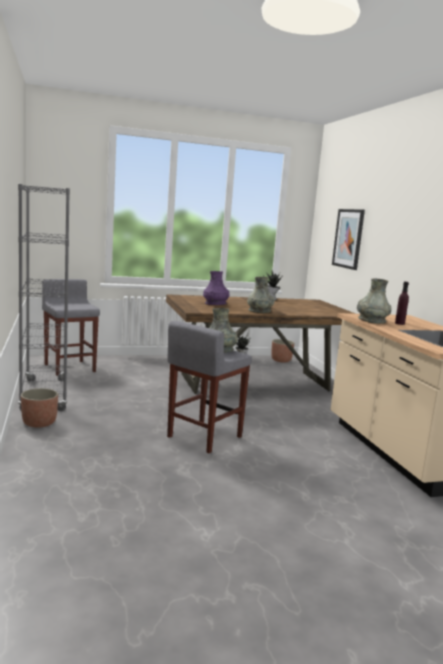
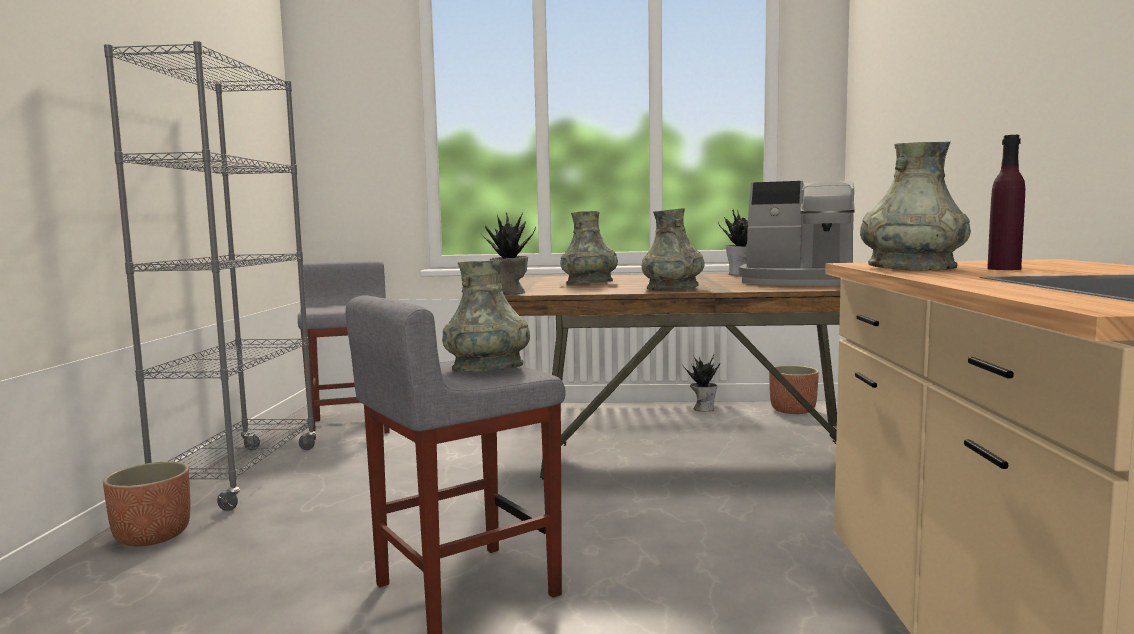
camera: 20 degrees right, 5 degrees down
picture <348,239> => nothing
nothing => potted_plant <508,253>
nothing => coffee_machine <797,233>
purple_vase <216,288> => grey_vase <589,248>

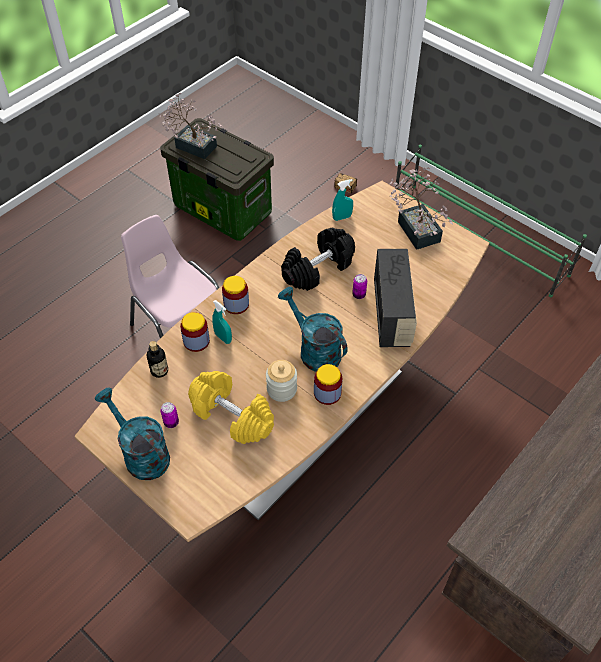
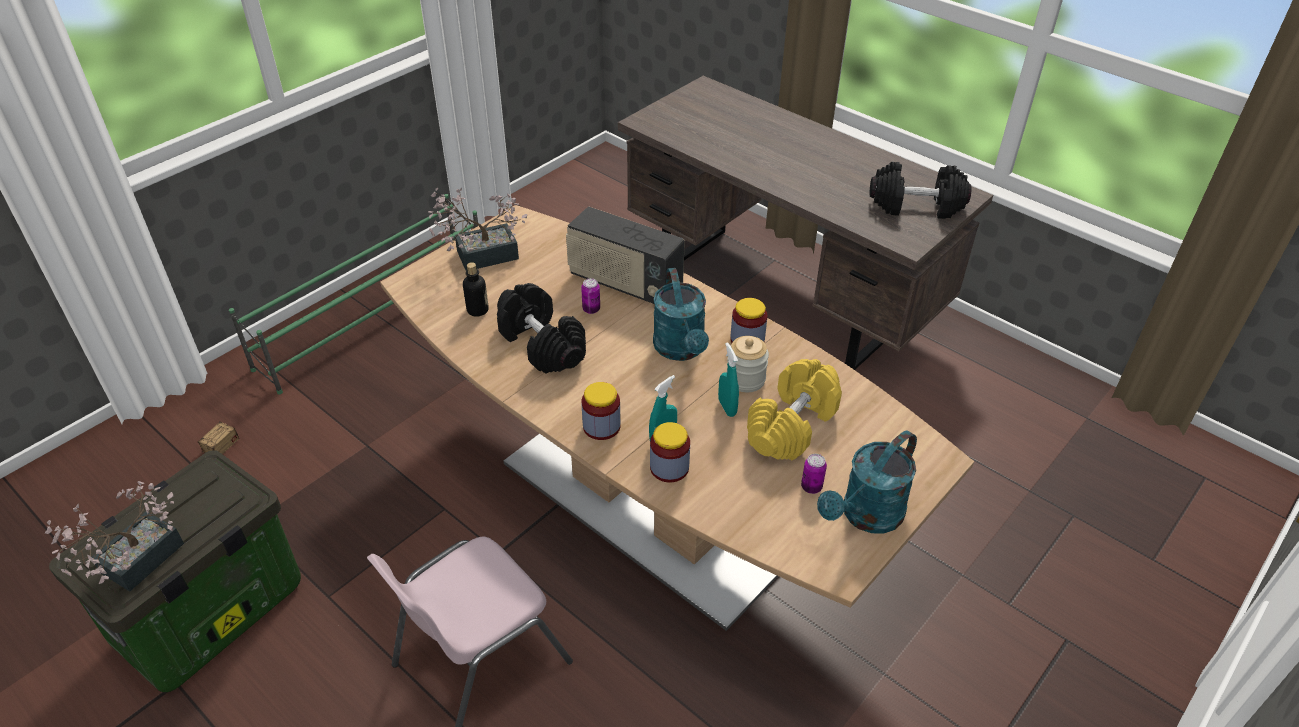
camera: 90 degrees left, 10 degrees down
nothing => black_dumbbell <920,190>
bottle <157,359> => bottle <476,289>, move
turquoise_spray_bottle <342,200> => turquoise_spray_bottle <728,380>, move
turquoise_watering_can <313,329> => turquoise_watering_can <681,314>, 60 degrees counterclockwise
radio <395,298> => radio <625,255>, 150 degrees counterclockwise

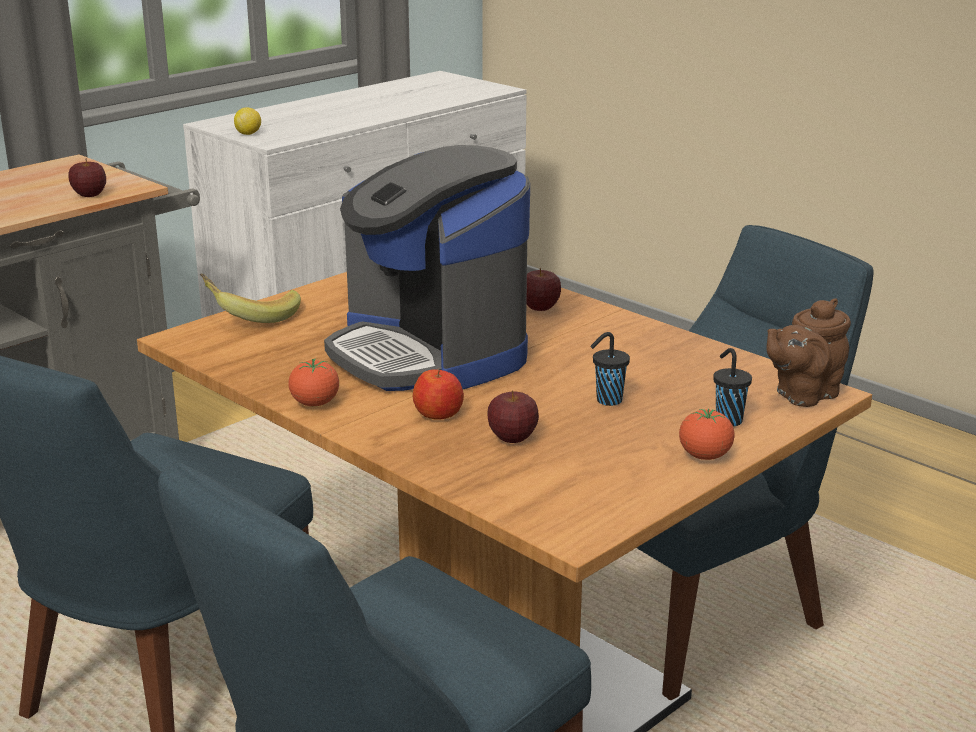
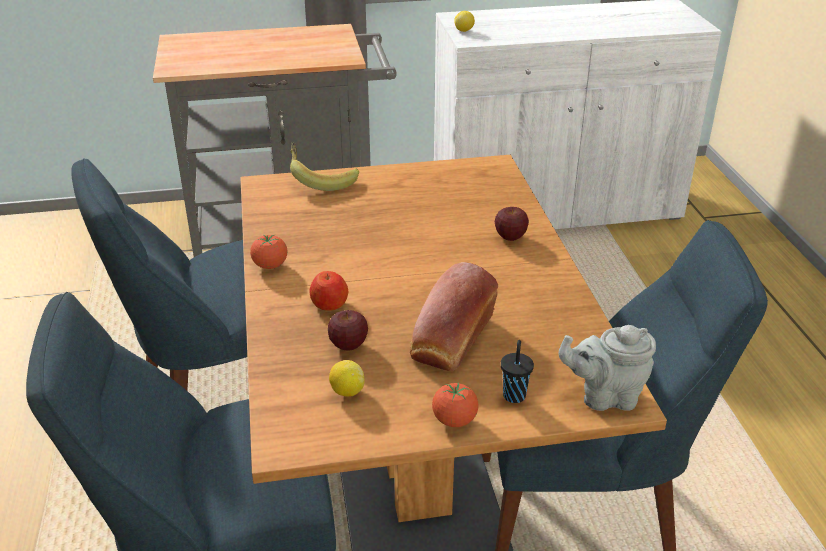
camera: 35 degrees right, 10 degrees up
apple <87,178> => nothing
coffee_machine <427,268> => nothing
nothing => lemon <346,378>
black_cup <610,369> => bread <454,316>
brown_teapot <808,352> => grey_teapot <607,368>

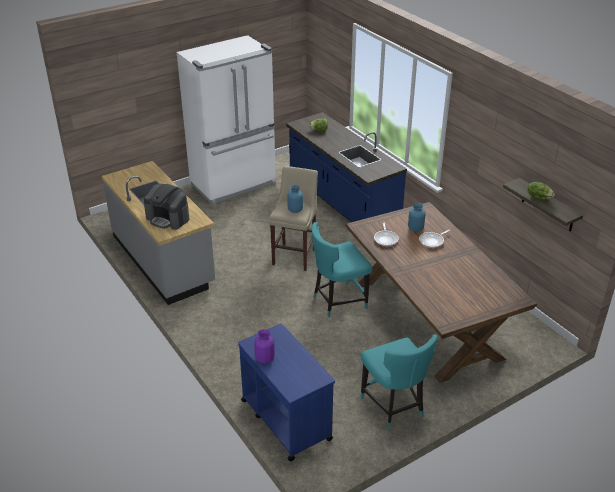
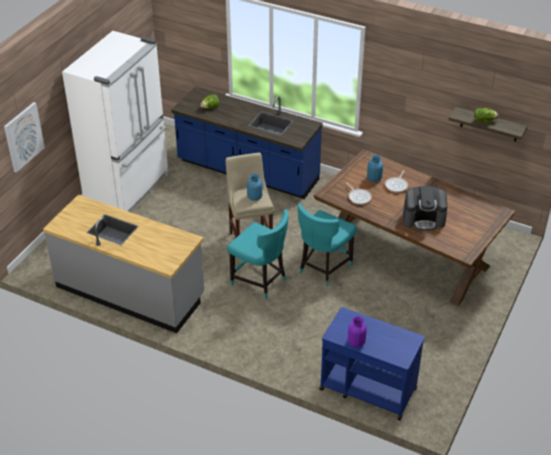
camera: 30 degrees left, 5 degrees up
nothing => picture <24,137>
coffee_machine <166,207> => coffee_machine <425,208>, move
turquoise_chair <399,381> => turquoise_chair <258,254>, move

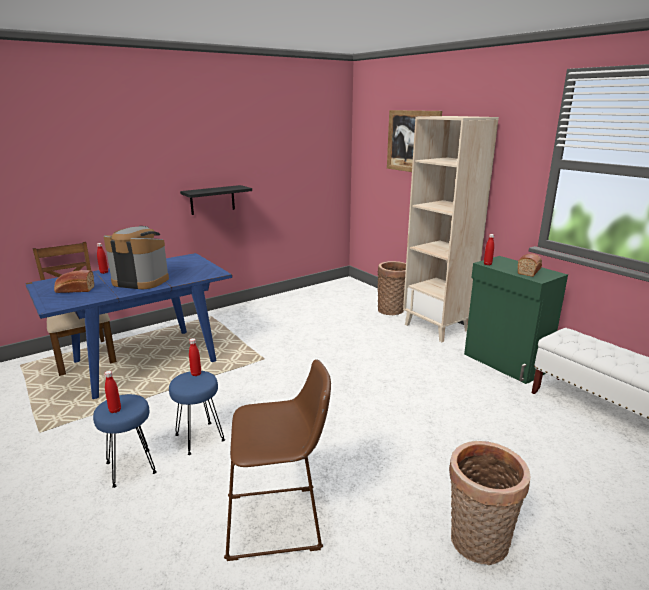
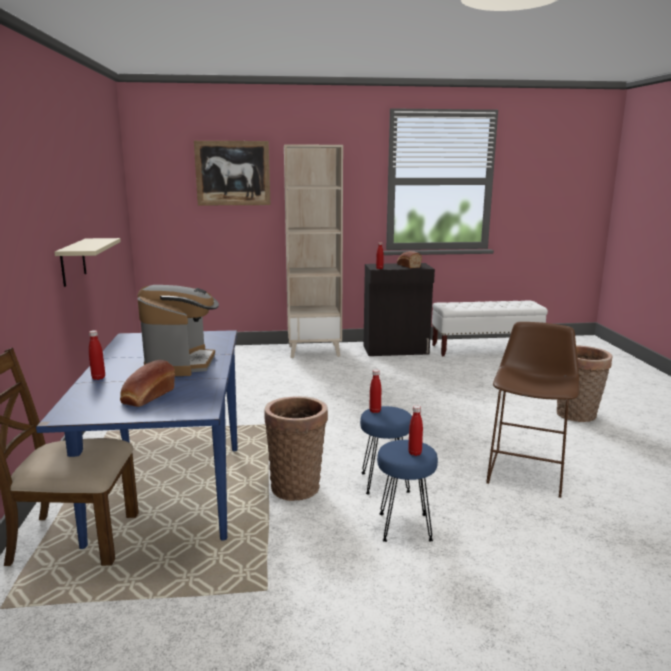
camera: 60 degrees left, 5 degrees down
basket <392,288> => basket <296,448>, move
black_shelf <216,200> => beige_shelf <87,262>
green_cabinet <516,320> => black_cabinet <399,309>
coffee_machine <136,257> => coffee_machine <178,330>, 135 degrees clockwise

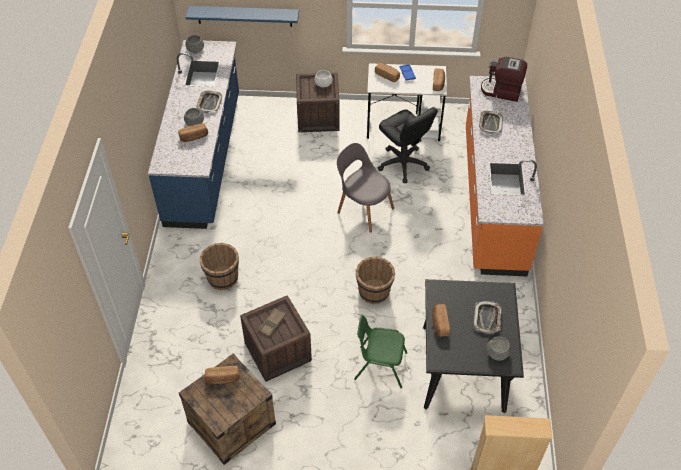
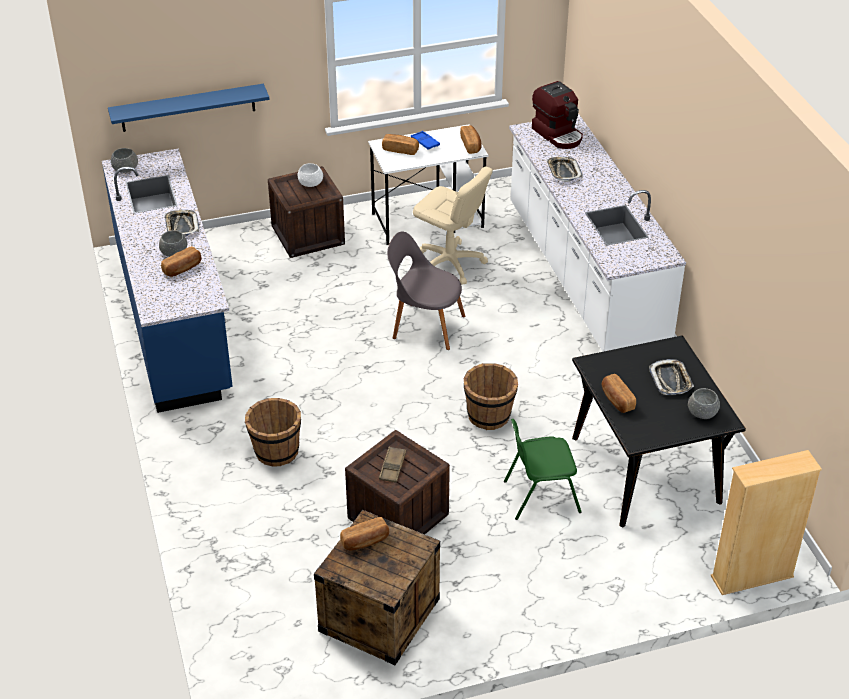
camera: 20 degrees left, 10 degrees down
black_office_chair <408,145> => beige_office_chair <453,226>
orange_counter <505,176> => white_counter <597,233>
coffee_machine <504,79> => coffee_machine <557,115>, 120 degrees counterclockwise

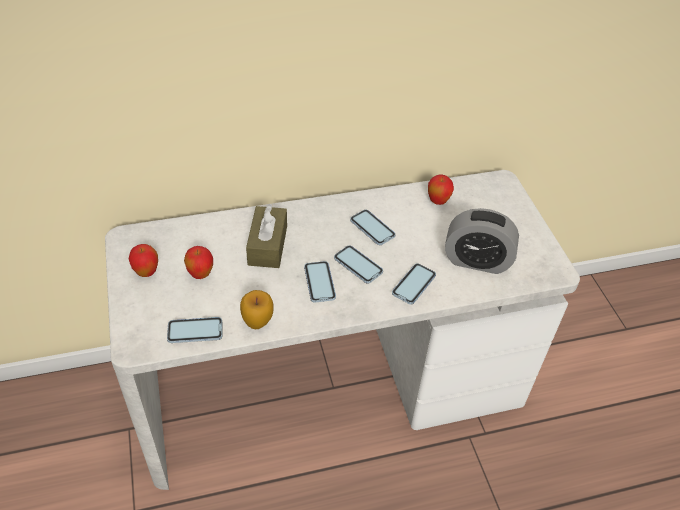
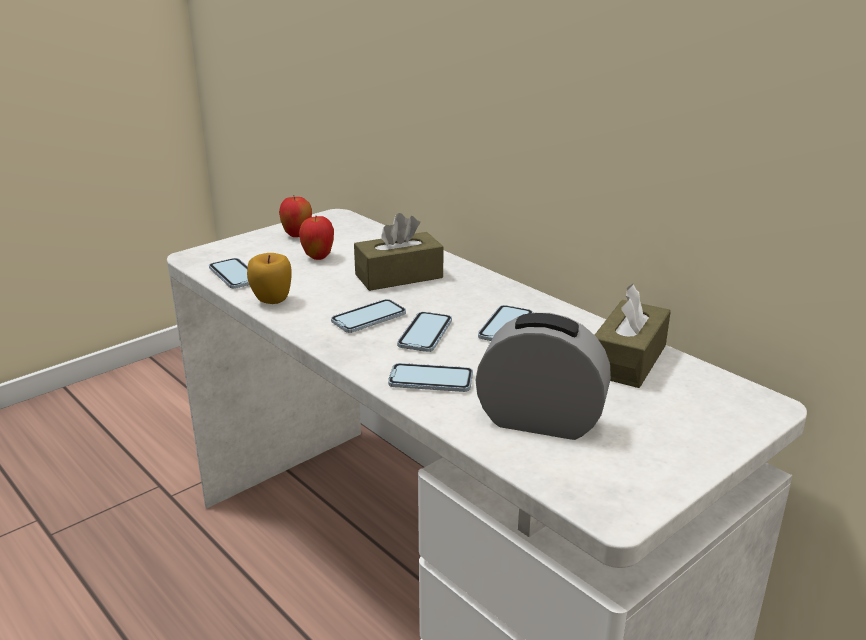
camera: 65 degrees right, 20 degrees down
apple <441,189> => brown_tissue_box <633,336>
alarm_clock <482,241> => alarm_clock <543,376>, 120 degrees clockwise

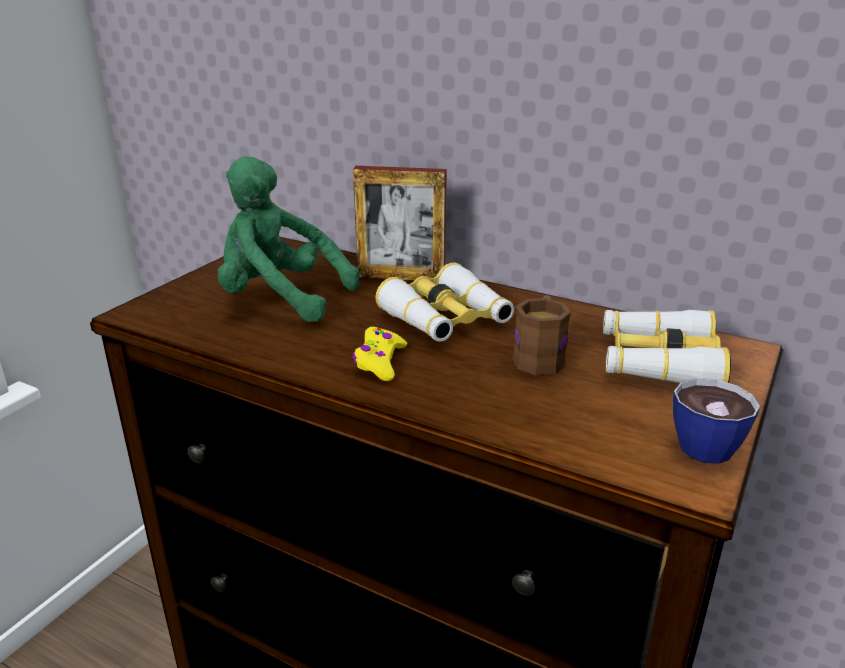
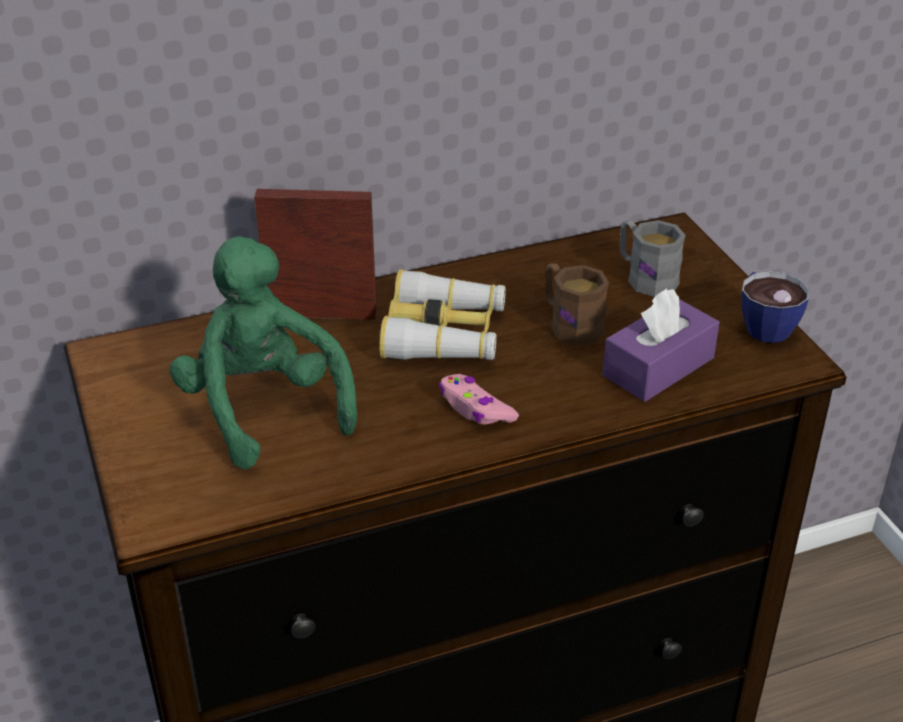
camera: 50 degrees left, 10 degrees up
nothing => purple_tissue_box <661,345>
binoculars <667,346> => grey_mug <653,258>
yellow_game_controller <380,354> => pink_game_controller <479,399>
green_plush_toy <289,239> => green_plush_toy <263,352>, 90 degrees clockwise
picture_frame <400,223> => picture_frame <315,254>, 135 degrees counterclockwise

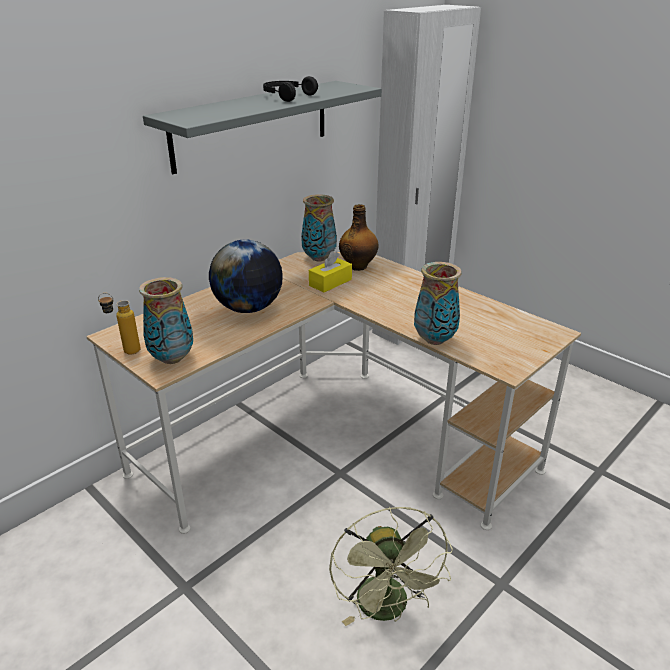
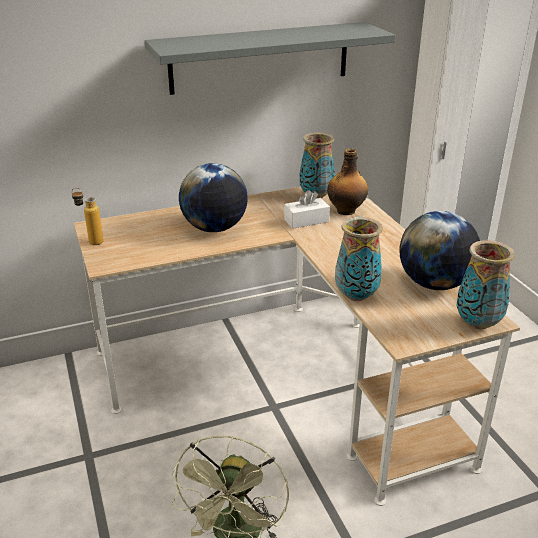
camera: 25 degrees right, 0 degrees up
black_headphones <290,89> => nothing
nothing => globe <440,250>
vase <166,320> => vase <485,285>, move
yellow_tissue_box <330,271> => white_tissue_box <307,209>

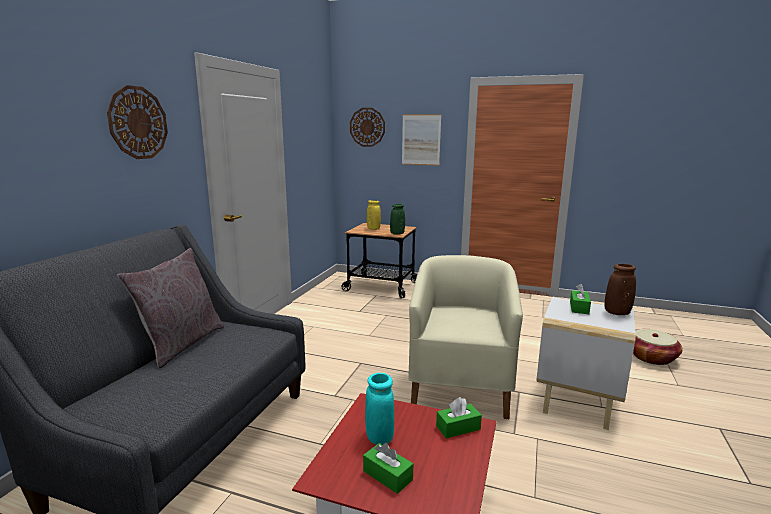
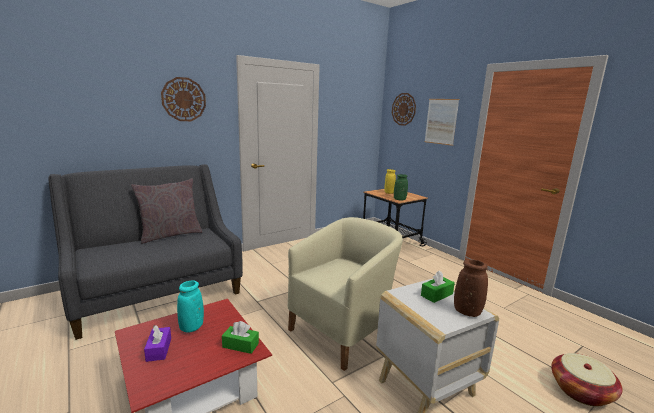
camera: 35 degrees right, 0 degrees up
green_tissue_box <388,468> => purple_tissue_box <157,343>

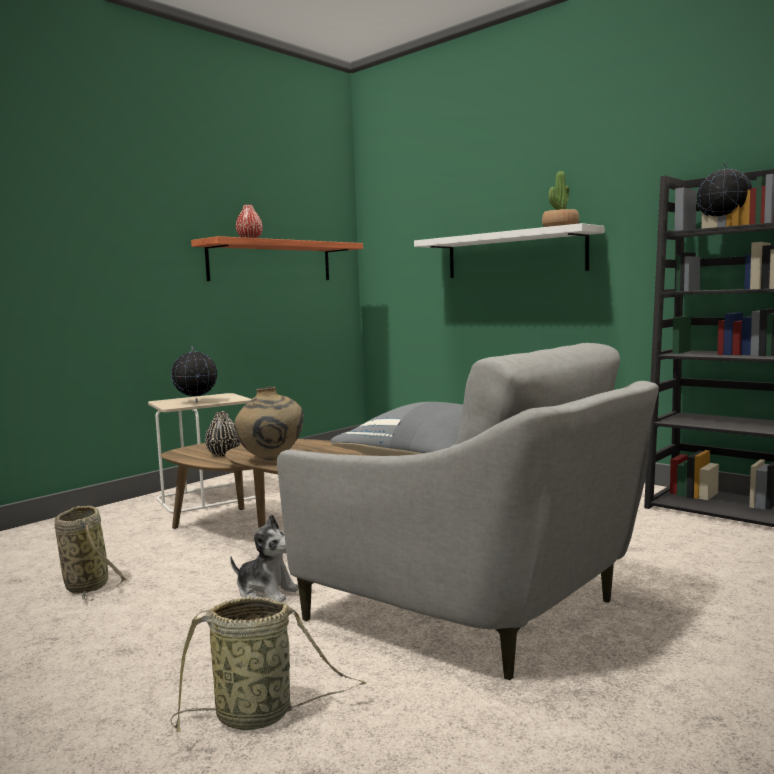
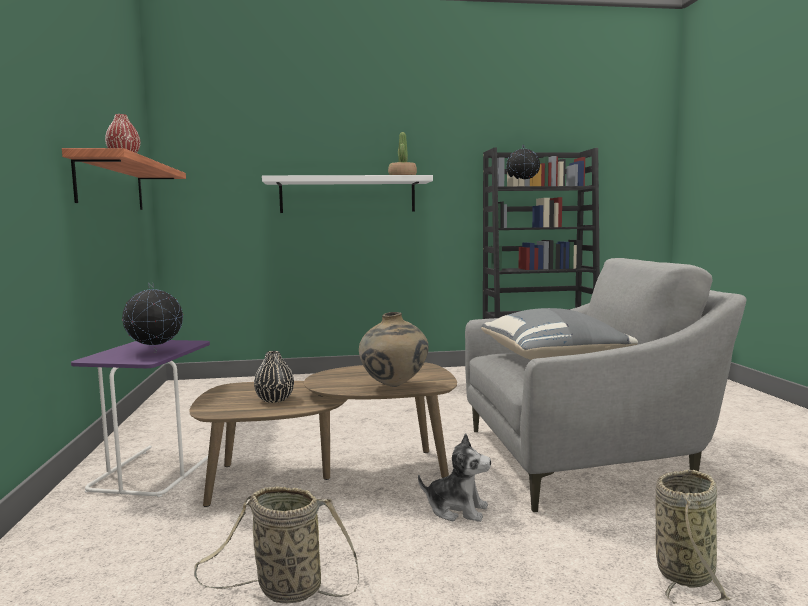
camera: 50 degrees left, 0 degrees up
beige_side_table <202,454> => purple_side_table <140,418>
plush_toy <264,558> => plush_toy <454,478>, 45 degrees clockwise

